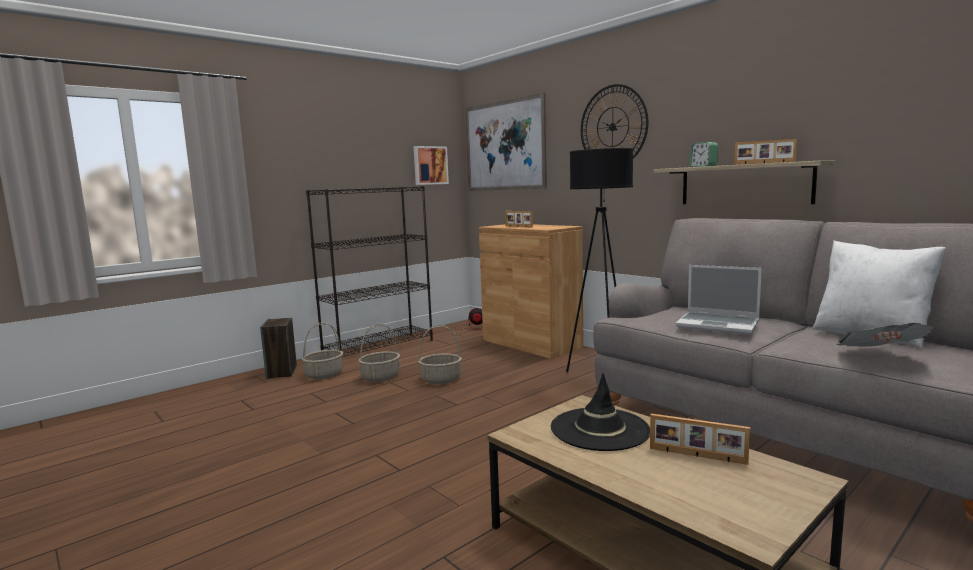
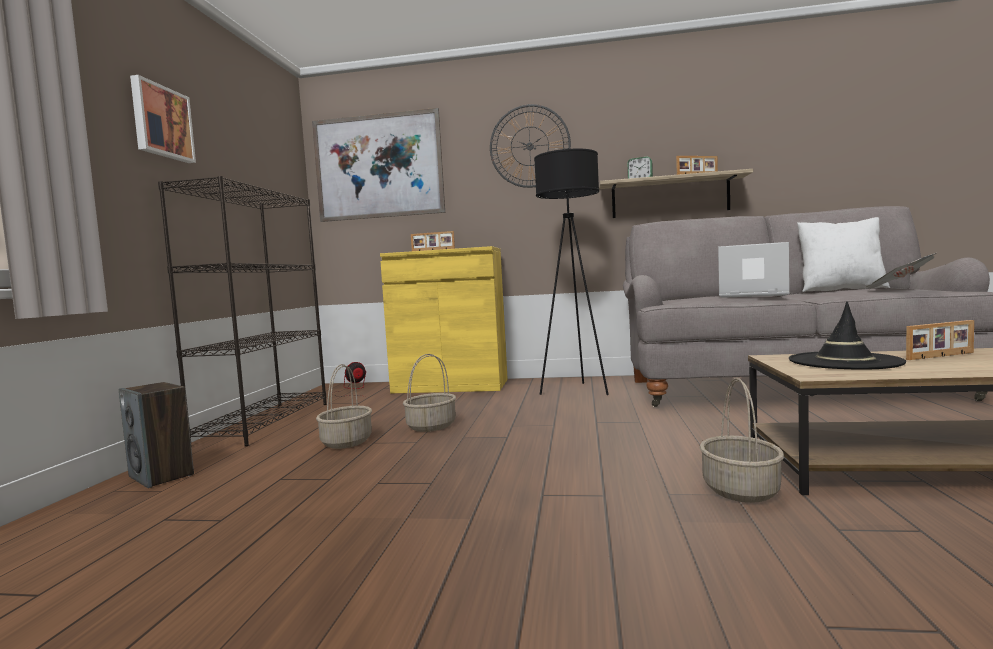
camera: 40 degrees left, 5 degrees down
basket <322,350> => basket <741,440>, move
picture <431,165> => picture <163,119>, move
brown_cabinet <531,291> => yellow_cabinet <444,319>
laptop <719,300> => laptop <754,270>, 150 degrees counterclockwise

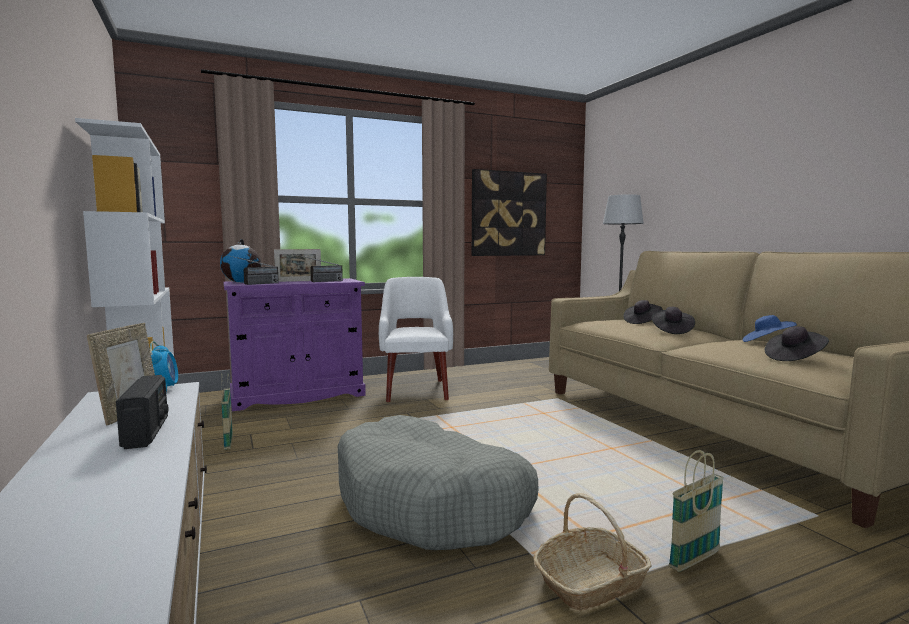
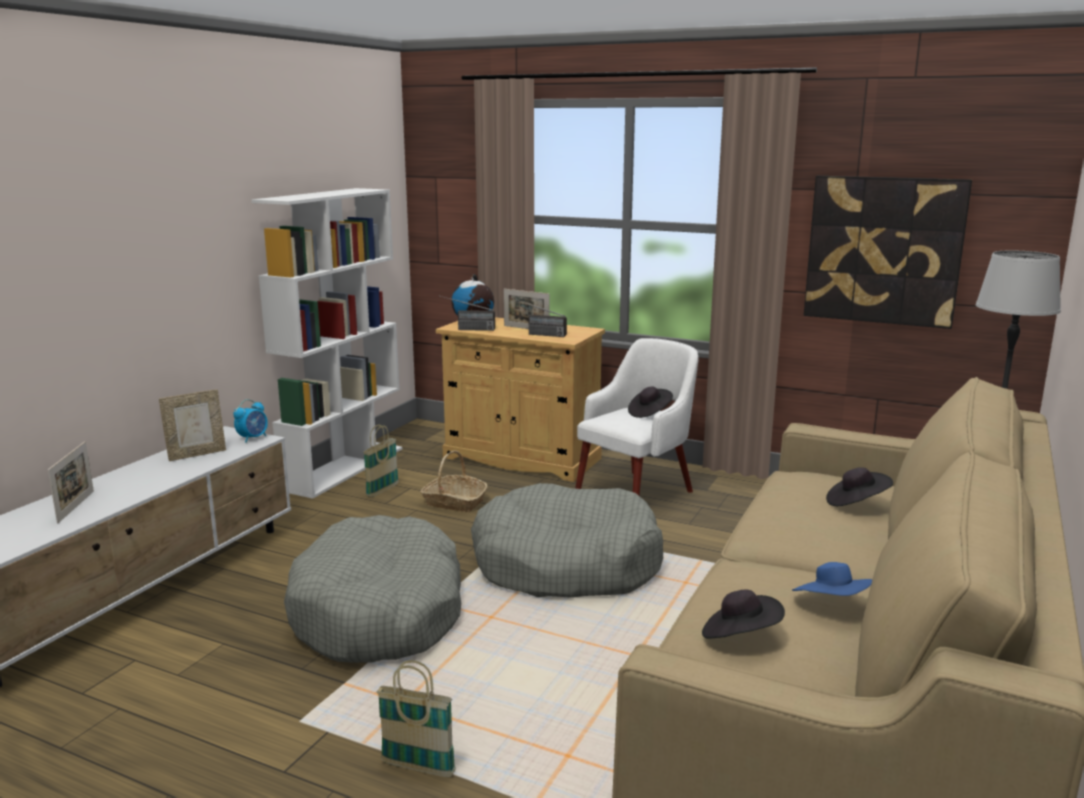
camera: 50 degrees right, 10 degrees up
radio <142,412> => nothing
nothing => picture_frame <71,482>
nothing => grey_dog_bed <567,540>
basket <592,552> => basket <453,481>, move
black_hat <673,320> => black_hat <650,402>, move
purple_cabinet <294,344> => beige_cabinet <520,399>

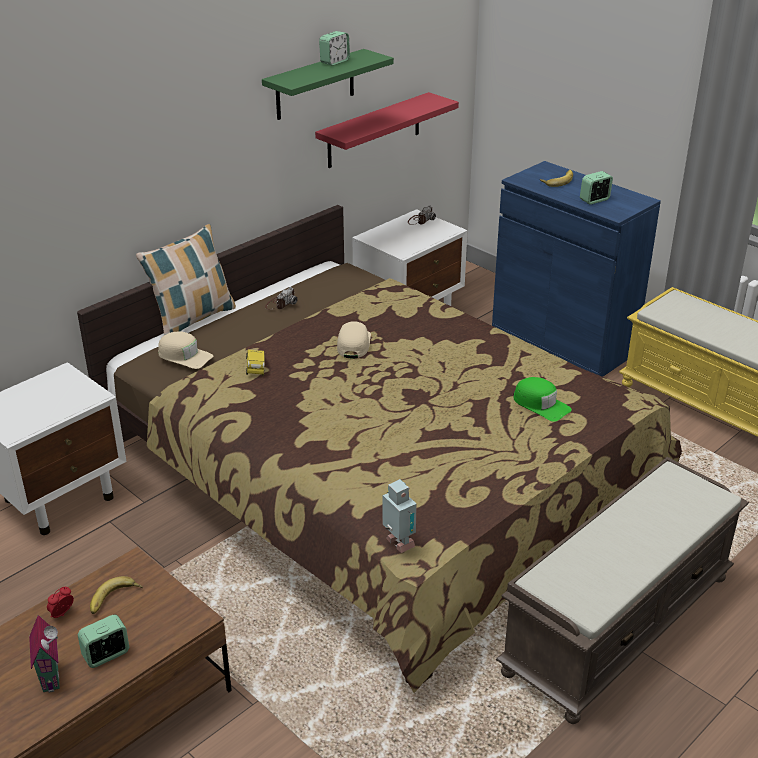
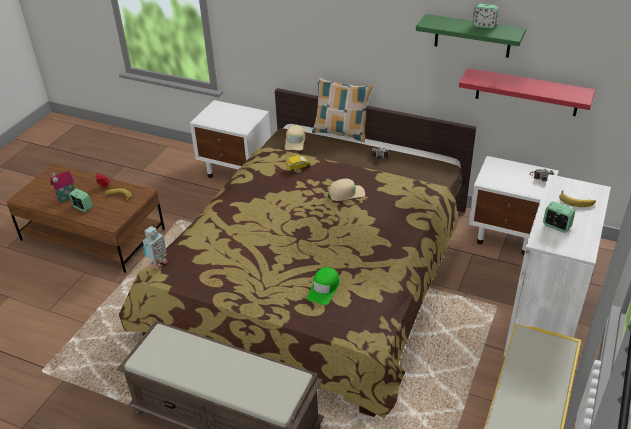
camera: 70 degrees right, 5 degrees up
blue_cabinet <576,269> => white_cabinet <557,265>

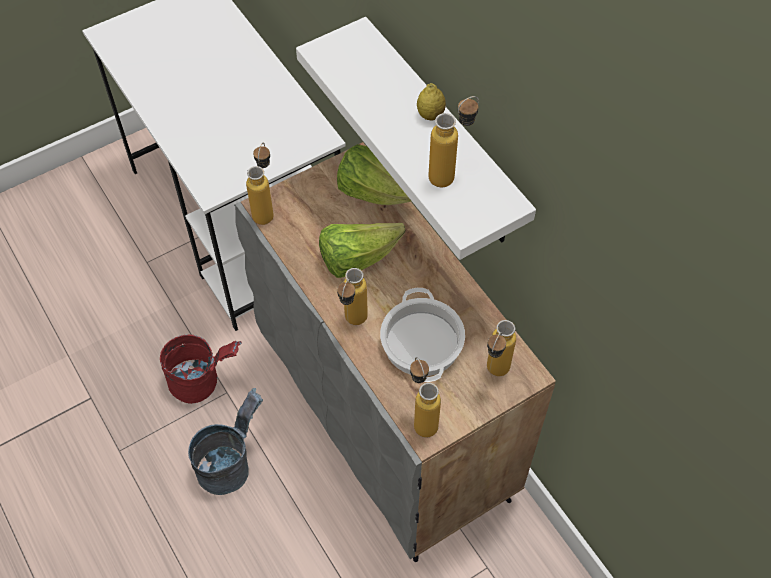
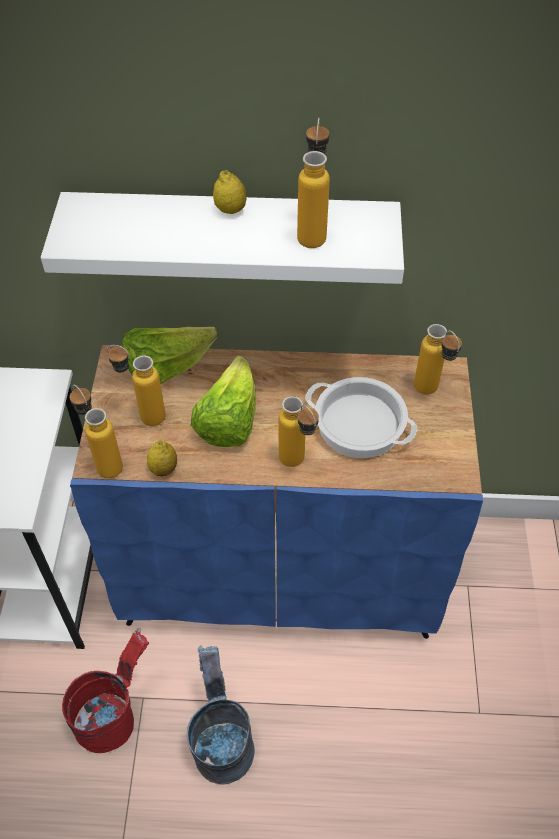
camera: 55 degrees left, 5 degrees down
nothing => lemon <162,458>
bottle <425,397> => bottle <136,385>, move
grey_cabinet <395,352> => blue_cabinet <276,492>

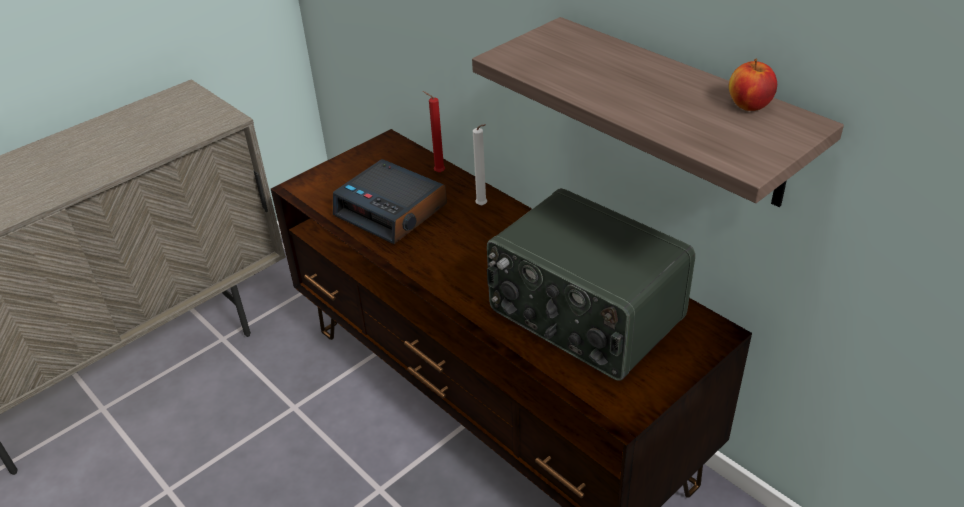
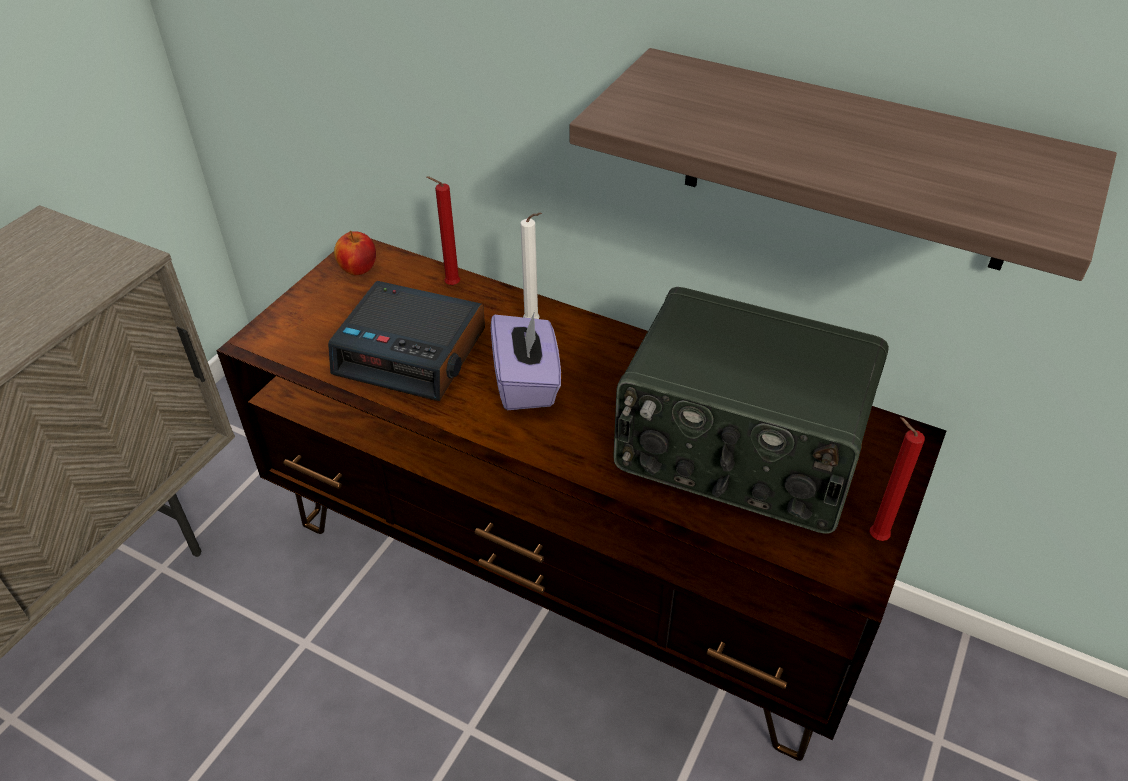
camera: 20 degrees left, 5 degrees up
nothing => purple_tissue_box <526,360>
nothing => red_candle <897,479>
apple <753,84> => apple <355,253>, move

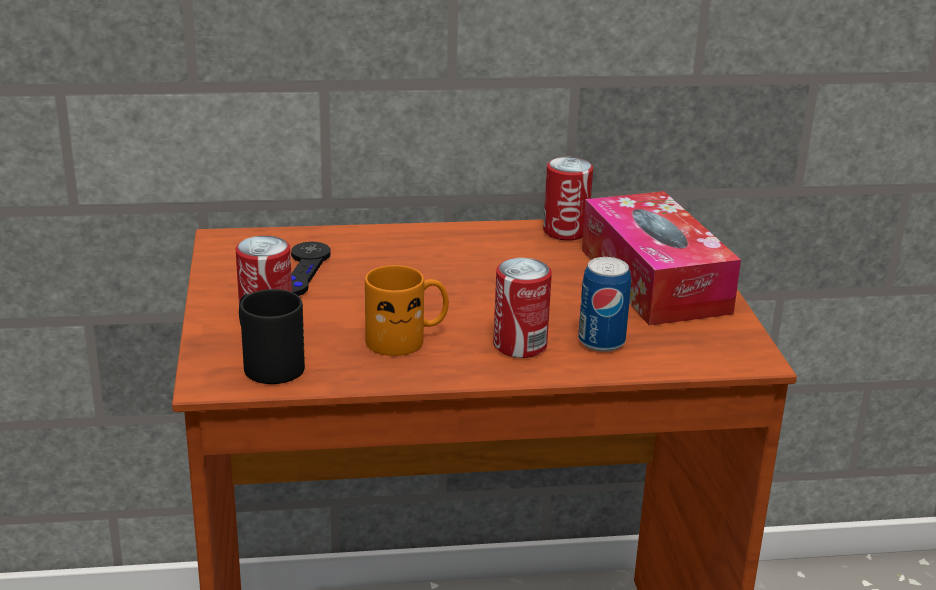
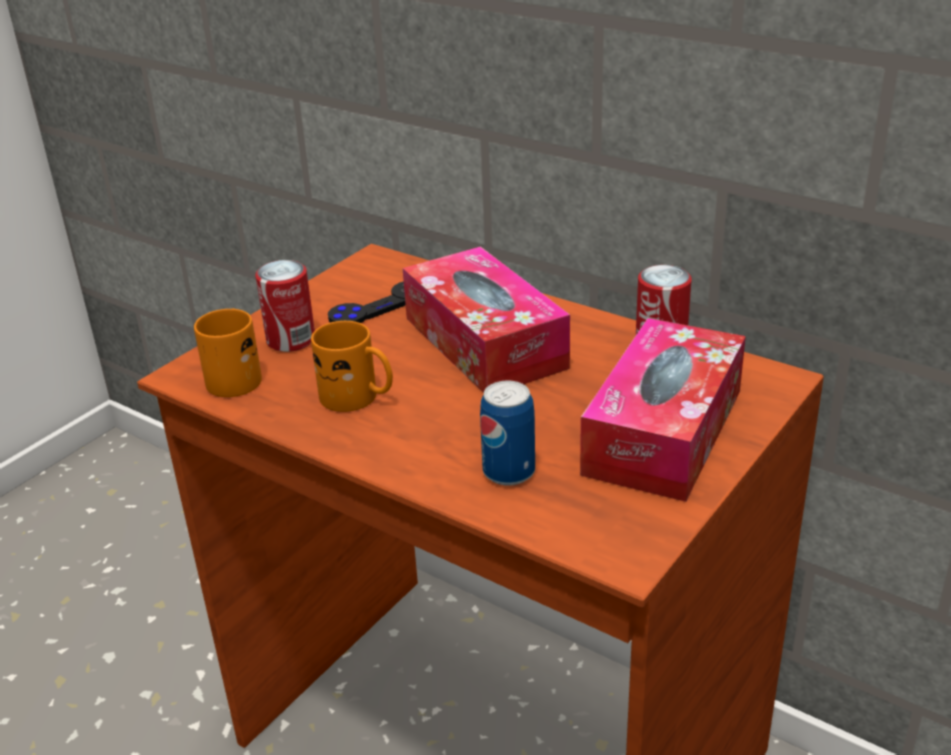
camera: 45 degrees right, 5 degrees up
can <522,308> => nothing
nothing => tissue_box <486,319>
black_mug <272,336> => orange_mug <228,352>

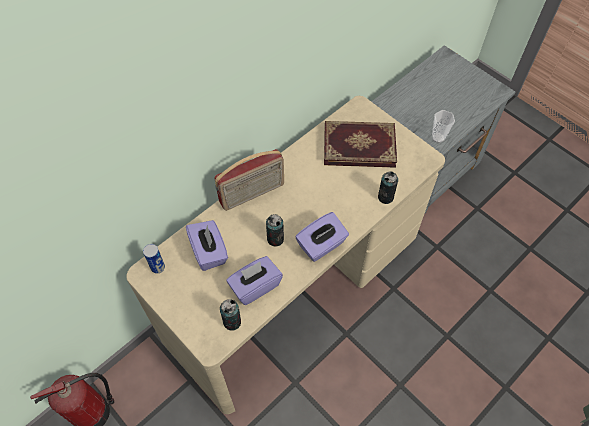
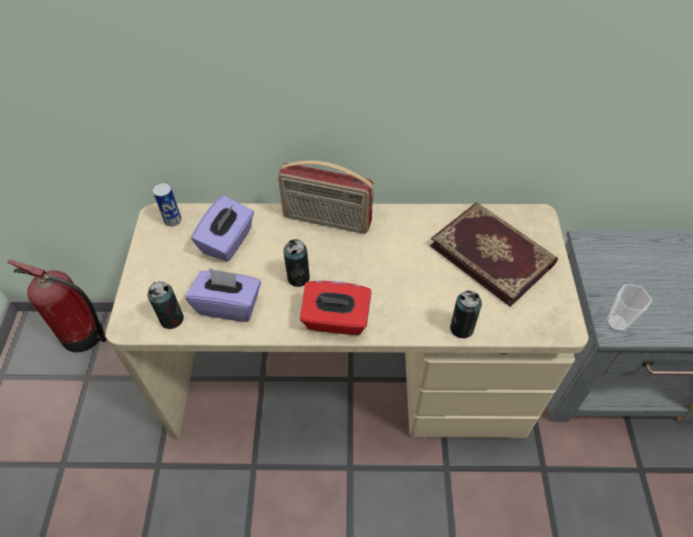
camera: 45 degrees right, 5 degrees down
purple_tissue_box <322,237> => red_tissue_box <336,308>

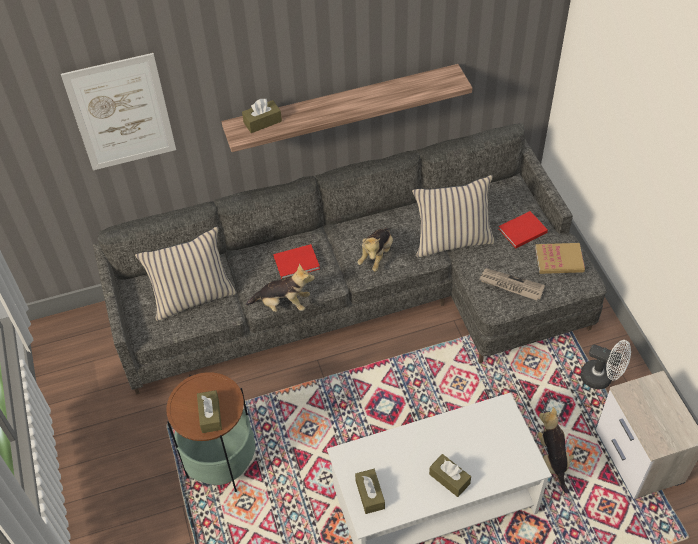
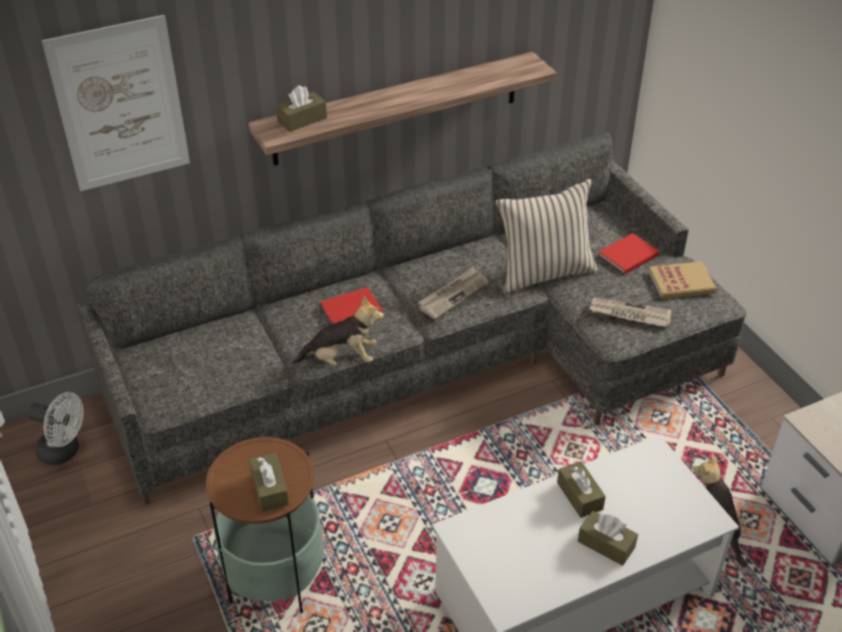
camera: 10 degrees left, 10 degrees down
beige_pillow <186,273> => nothing
brown_tissue_box <370,491> => brown_tissue_box <581,489>, move
white_fan <606,364> => white_fan <55,428>, move
plush_toy <375,250> => newspaper <453,293>

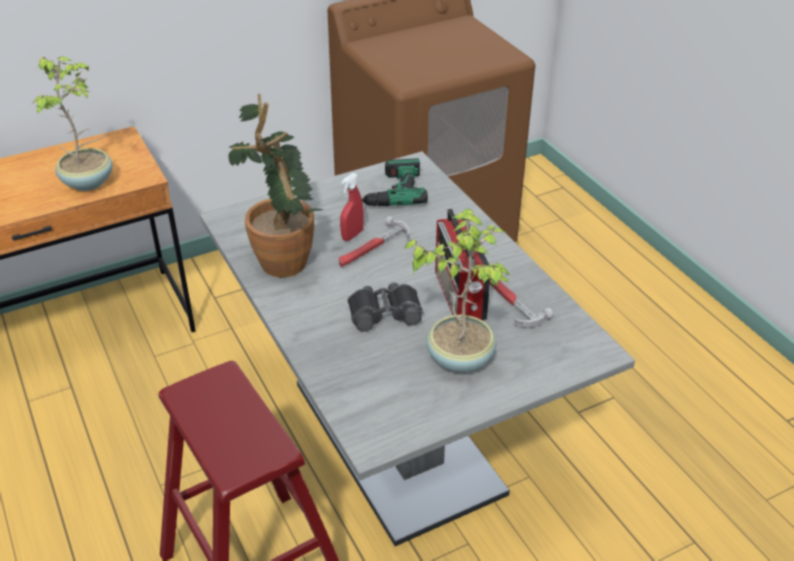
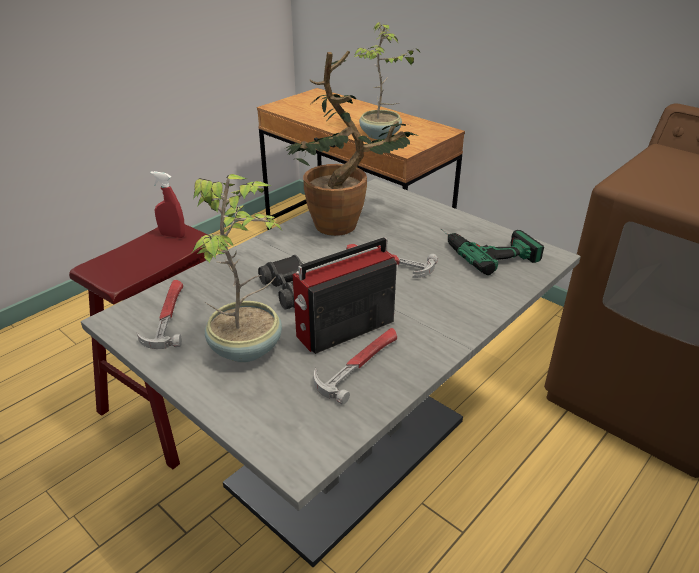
camera: 70 degrees right, 5 degrees down
nothing => hammer <160,314>
red_spray_bottle <352,207> => red_spray_bottle <167,204>, move

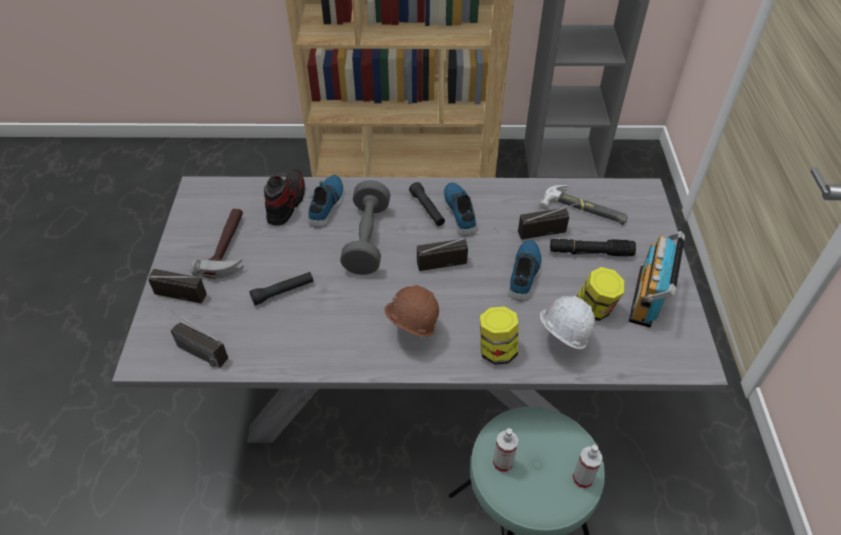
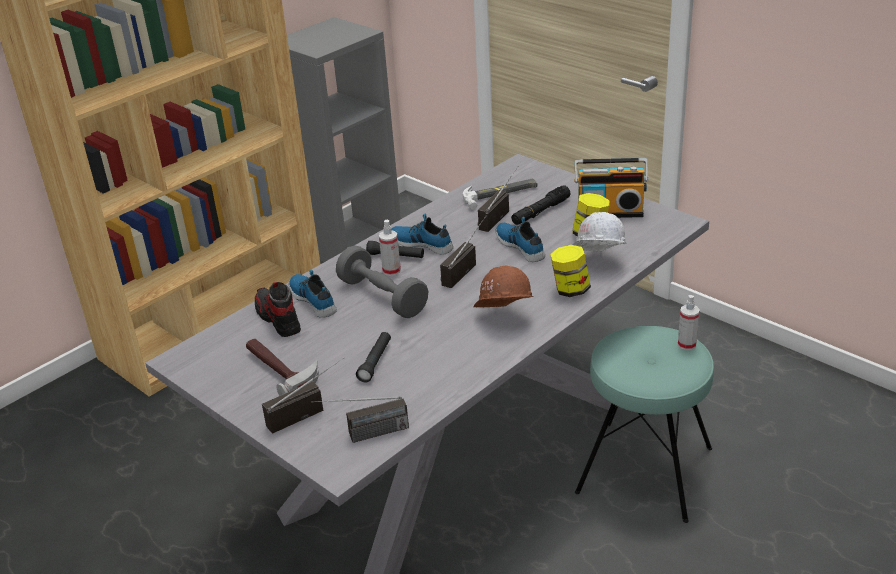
camera: 45 degrees left, 15 degrees down
spray_bottle <505,450> => spray_bottle <390,248>, move
radio <657,279> => radio <611,188>, 60 degrees counterclockwise

